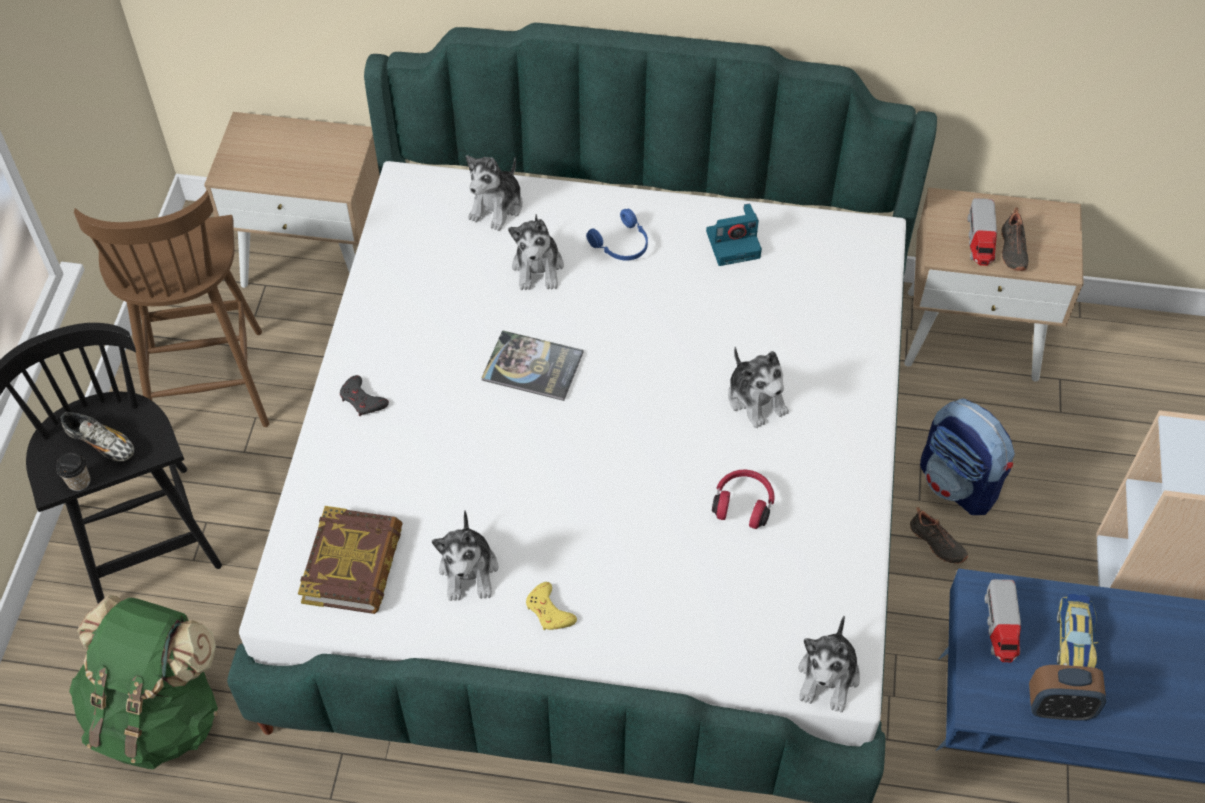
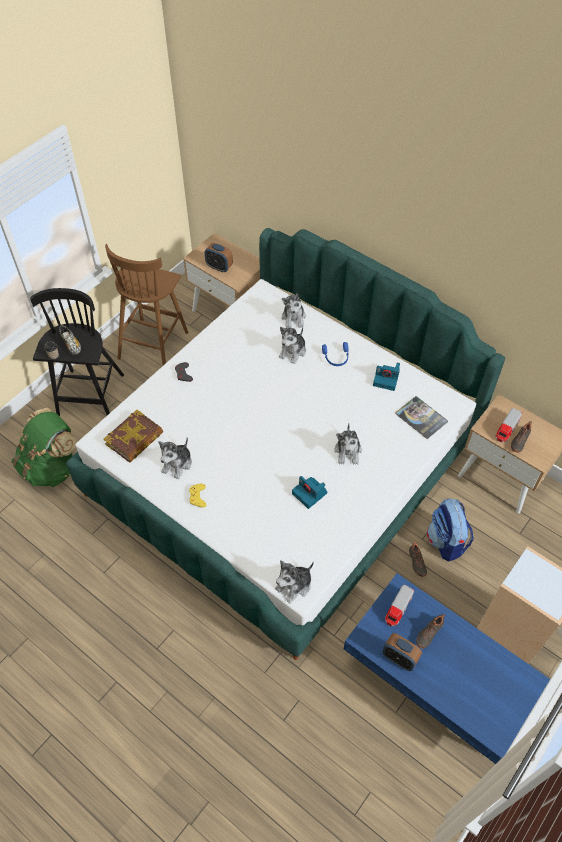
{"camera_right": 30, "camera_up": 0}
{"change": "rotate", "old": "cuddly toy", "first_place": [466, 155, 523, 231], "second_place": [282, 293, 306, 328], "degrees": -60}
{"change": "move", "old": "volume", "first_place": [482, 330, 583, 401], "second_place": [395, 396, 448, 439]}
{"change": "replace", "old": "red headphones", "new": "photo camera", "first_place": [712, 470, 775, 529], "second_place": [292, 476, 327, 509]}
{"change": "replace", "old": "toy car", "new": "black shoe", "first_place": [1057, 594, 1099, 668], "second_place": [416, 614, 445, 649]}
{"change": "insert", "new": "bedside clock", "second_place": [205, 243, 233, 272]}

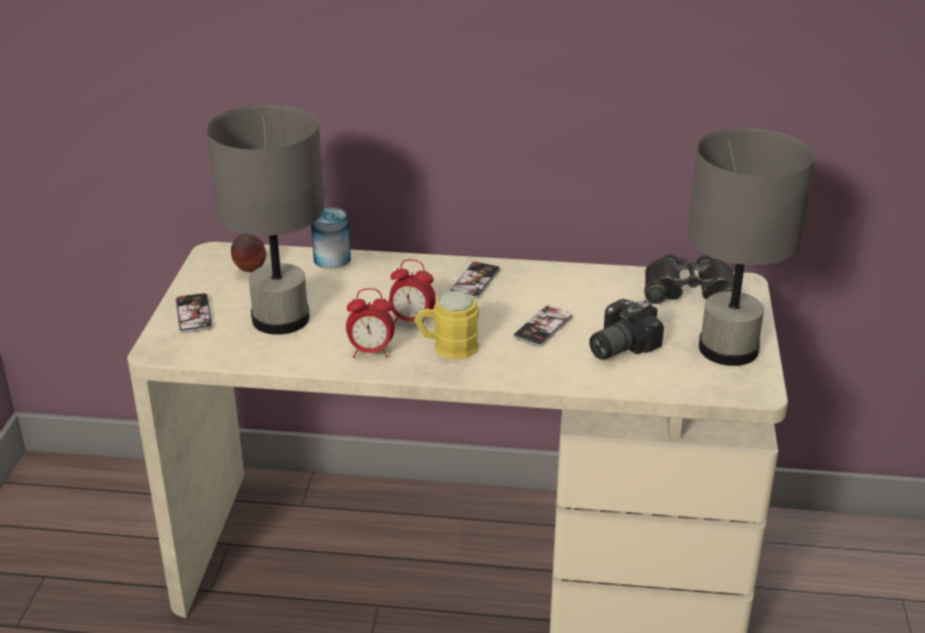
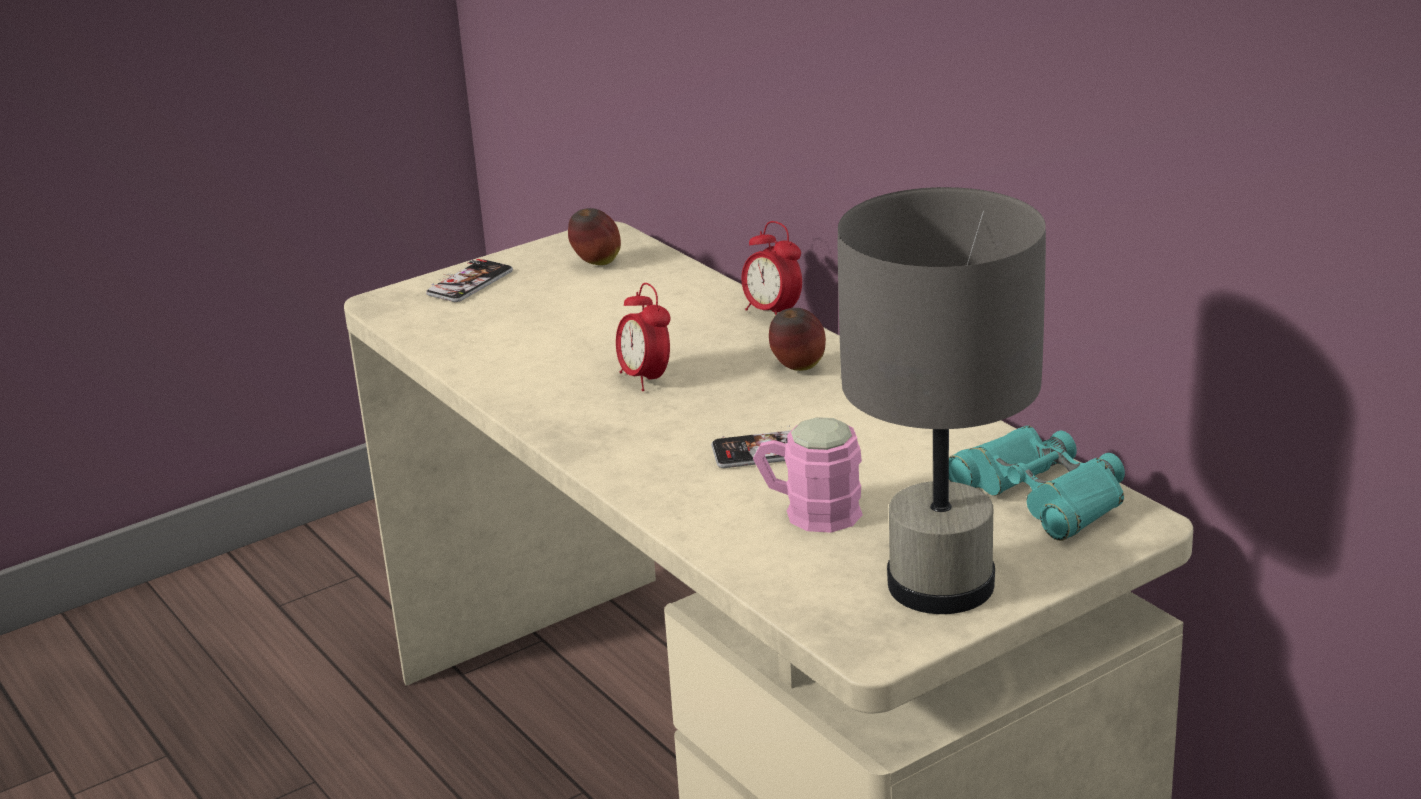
{"camera_right": 50, "camera_up": -5}
{"change": "delete", "old": "grey tabletop lamp", "first_place": [207, 104, 324, 335]}
{"change": "delete", "old": "can", "first_place": [311, 207, 351, 269]}
{"change": "move", "old": "bedside clock", "first_place": [346, 288, 395, 358], "second_place": [742, 221, 802, 316]}
{"change": "delete", "old": "yellow coffee mug", "first_place": [414, 290, 479, 360]}
{"change": "replace", "old": "telephone", "new": "apple", "first_place": [450, 262, 500, 298], "second_place": [769, 308, 826, 371]}
{"change": "replace", "old": "photo camera", "new": "pink coffee mug", "first_place": [589, 299, 664, 360], "second_place": [753, 417, 863, 533]}
{"change": "recolor", "old": "black binoculars", "new": "turquoise-coloured binoculars", "first_place": [644, 254, 734, 304], "second_place": [949, 425, 1125, 541]}

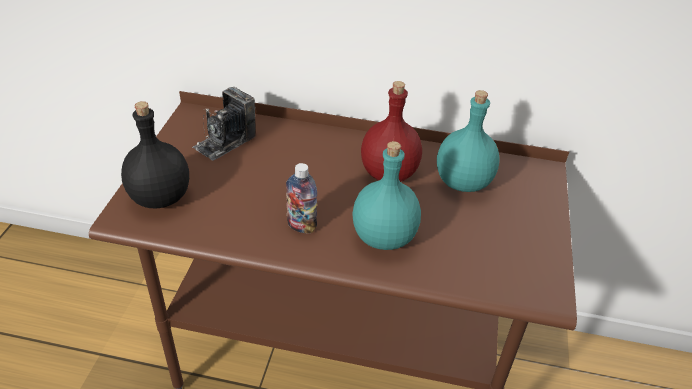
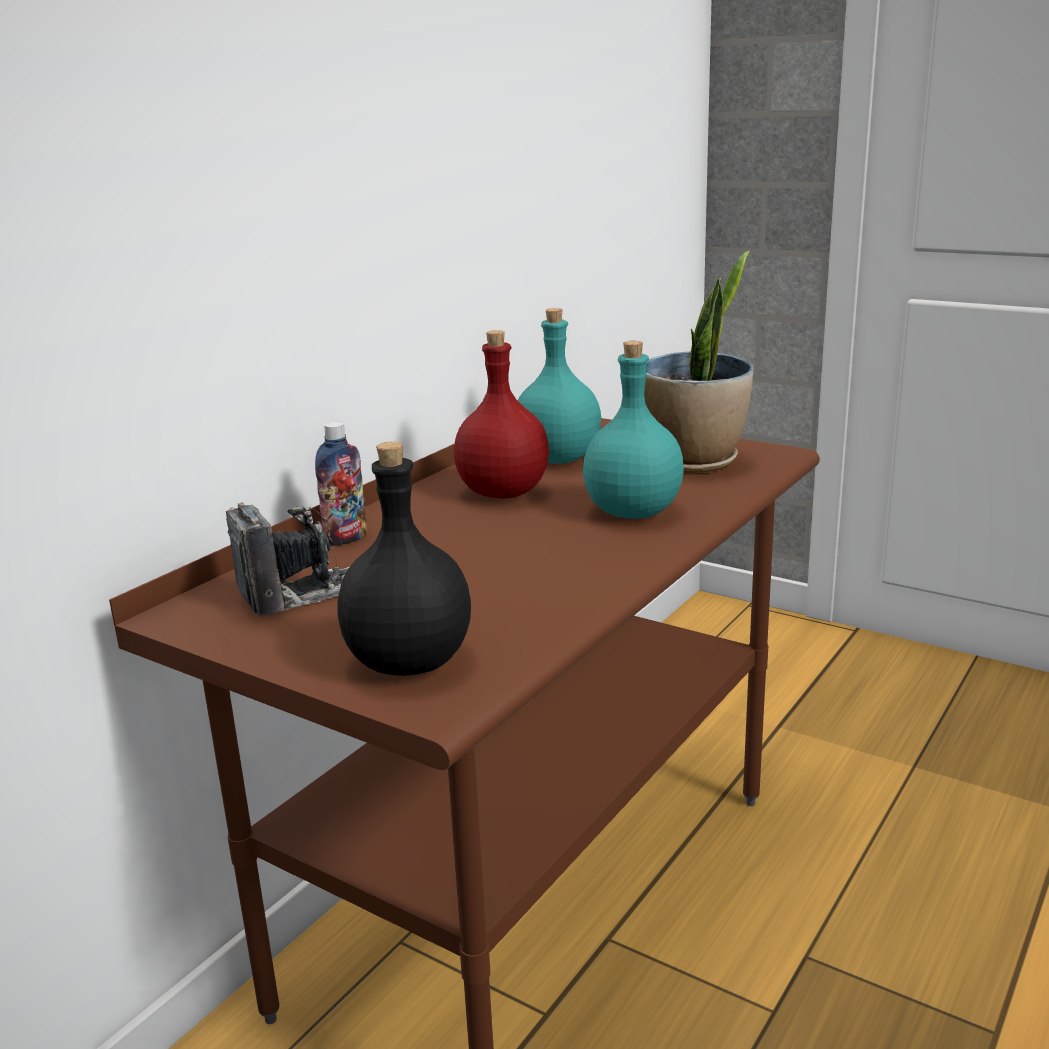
{"camera_right": -65, "camera_up": -20}
{"change": "rotate", "old": "photo camera", "first_place": [192, 87, 256, 161], "second_place": [226, 502, 350, 617], "degrees": -90}
{"change": "move", "old": "drink bottle", "first_place": [286, 163, 317, 233], "second_place": [315, 422, 367, 545]}
{"change": "insert", "new": "houseplant", "second_place": [644, 250, 753, 473]}

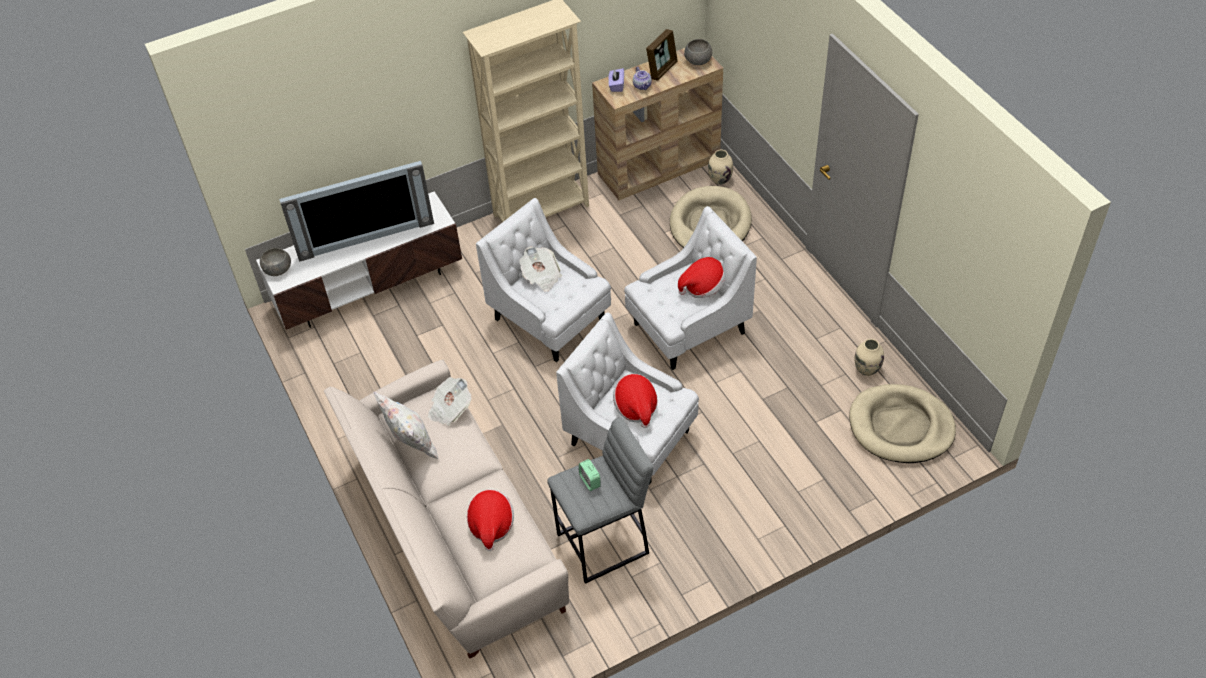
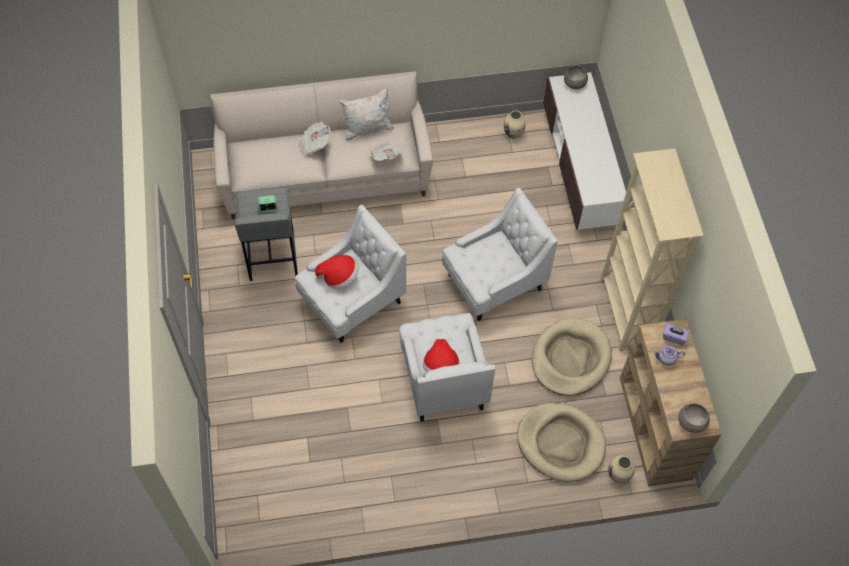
{"camera_right": 105, "camera_up": 10}
{"change": "delete", "old": "TV", "first_place": [279, 161, 434, 262]}
{"change": "delete", "old": "wearable hat", "first_place": [467, 489, 514, 551]}
{"change": "move", "old": "daily paper", "first_place": [519, 246, 562, 292], "second_place": [296, 122, 331, 155]}
{"change": "delete", "old": "standing frame", "first_place": [646, 29, 678, 81]}
{"change": "move", "old": "beige pet bed", "first_place": [849, 384, 956, 463], "second_place": [532, 318, 612, 396]}
{"change": "move", "old": "beige vase", "first_place": [855, 339, 884, 376], "second_place": [504, 111, 526, 139]}

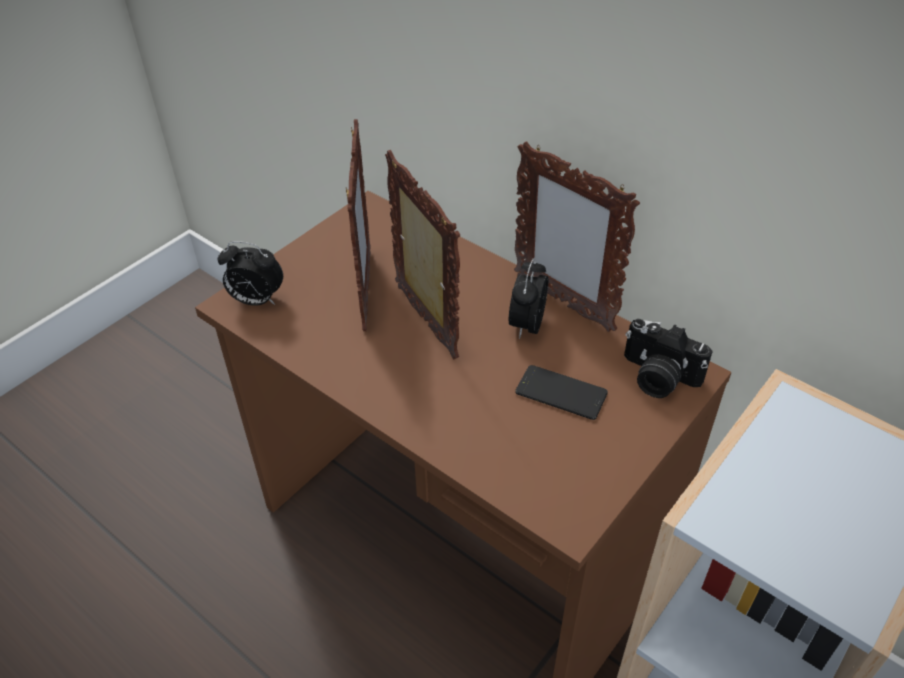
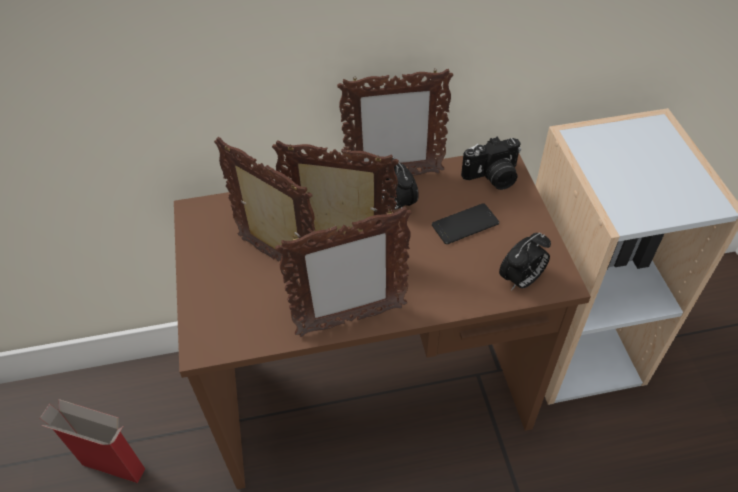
{"camera_right": -50, "camera_up": 5}
{"change": "move", "old": "bedside clock", "first_place": [218, 241, 283, 306], "second_place": [499, 233, 551, 291]}
{"change": "insert", "new": "cardboard box", "second_place": [40, 399, 145, 483]}
{"change": "insert", "new": "standing frame", "second_place": [275, 207, 412, 337]}

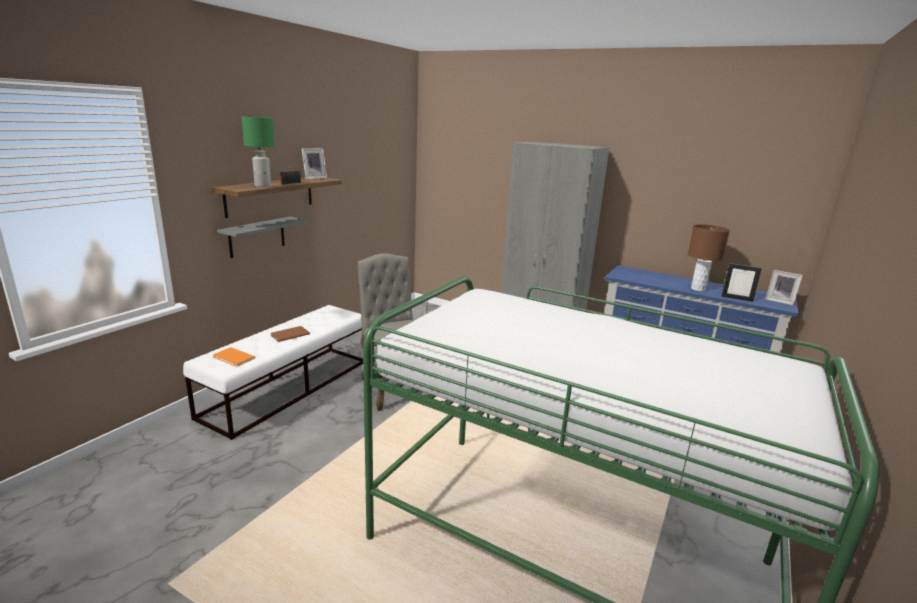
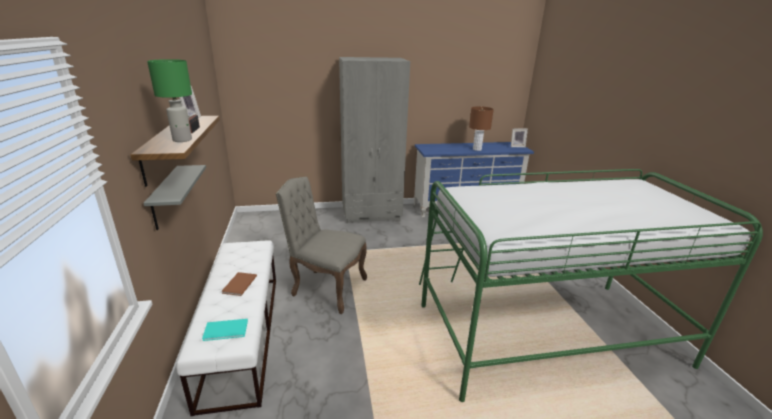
{"camera_right": -40, "camera_up": 5}
{"change": "recolor", "old": "orange-coloured volume", "new": "turquoise-coloured volume", "first_place": [213, 347, 256, 367], "second_place": [202, 319, 248, 341]}
{"change": "delete", "old": "standing frame", "first_place": [721, 263, 762, 302]}

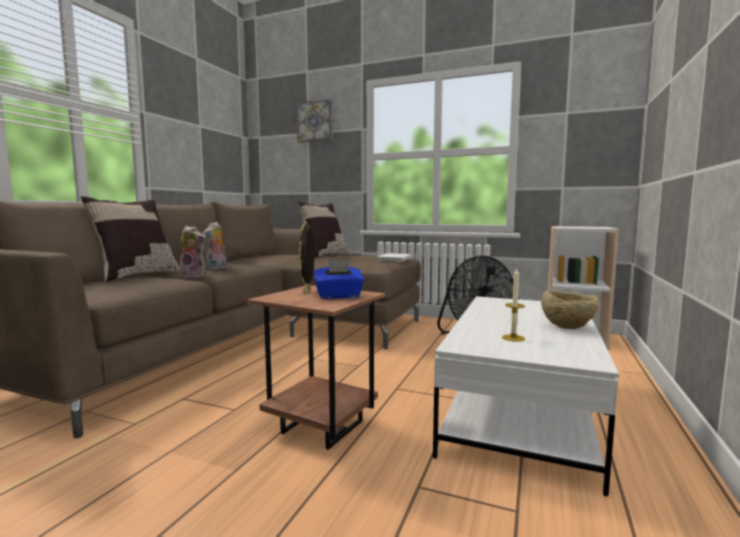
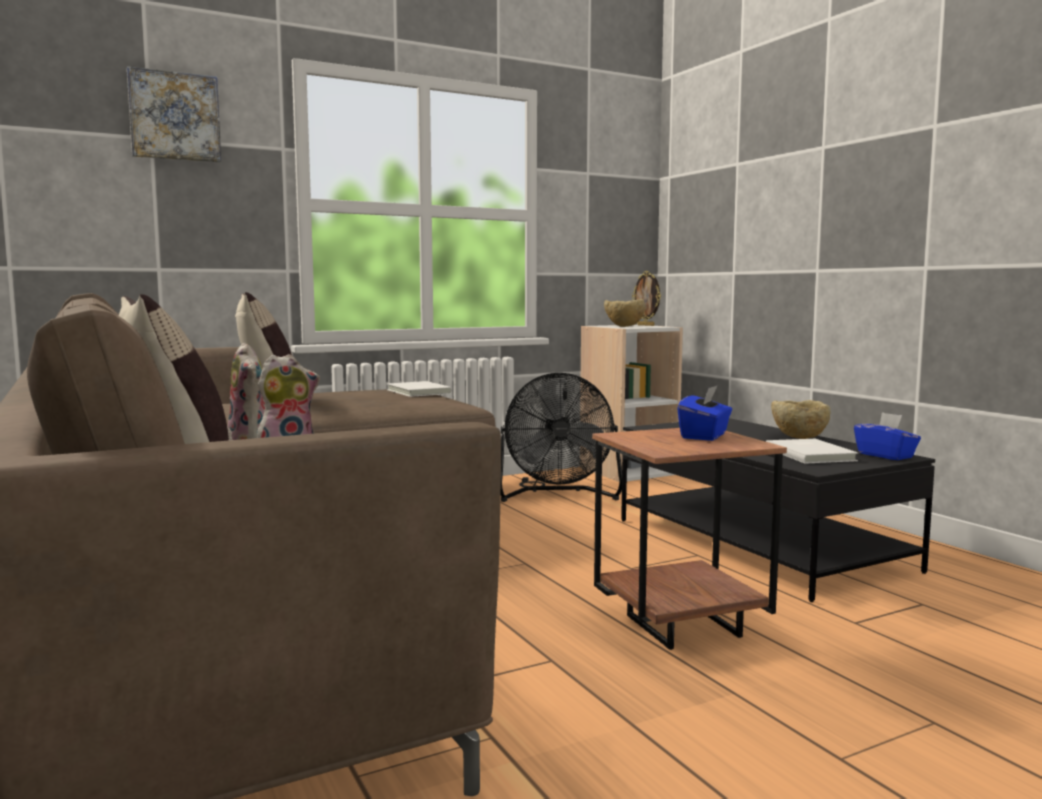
{"camera_right": -50, "camera_up": 0}
{"change": "move", "old": "standing frame", "first_place": [299, 221, 314, 294], "second_place": [632, 271, 661, 326]}
{"change": "recolor", "old": "whitish coffee table", "new": "black coffee table", "first_place": [433, 296, 619, 497], "second_place": [621, 418, 935, 602]}
{"change": "replace", "old": "candle", "new": "whitish volume", "first_place": [502, 269, 525, 342], "second_place": [766, 439, 858, 464]}
{"change": "insert", "new": "beige deep dish", "second_place": [604, 299, 646, 327]}
{"change": "insert", "new": "blue-coloured tissue holder", "second_place": [854, 412, 921, 460]}

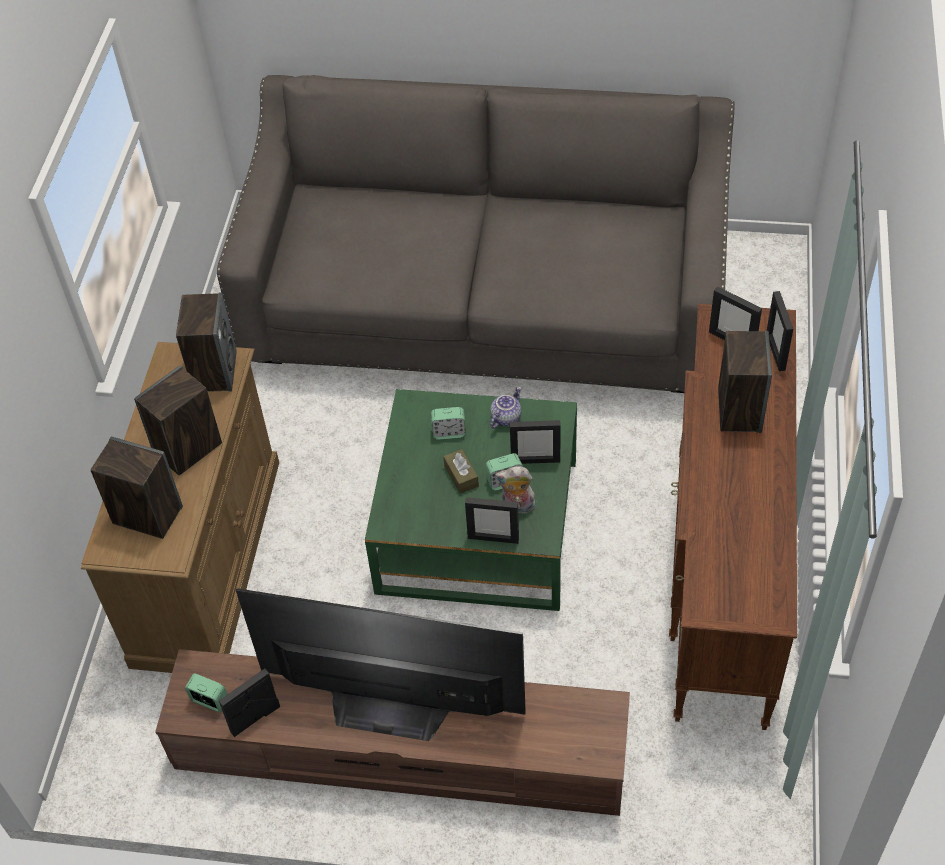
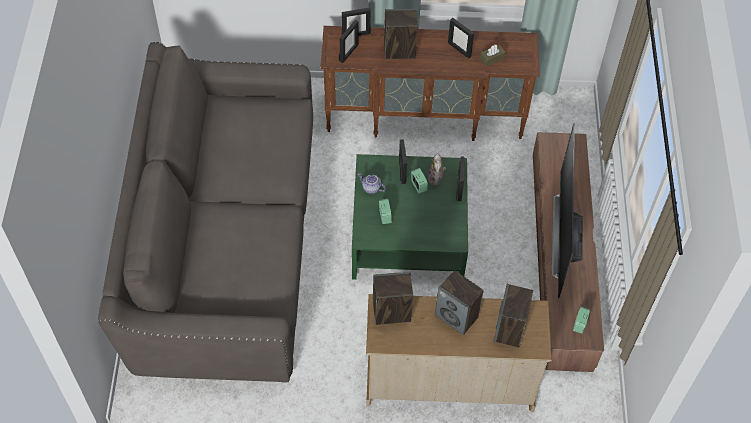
{"camera_right": -100, "camera_up": 5}
{"change": "move", "old": "standing frame", "first_place": [219, 668, 280, 737], "second_place": [448, 18, 474, 59]}
{"change": "move", "old": "brown tissue holder", "first_place": [443, 449, 479, 494], "second_place": [480, 45, 506, 67]}

